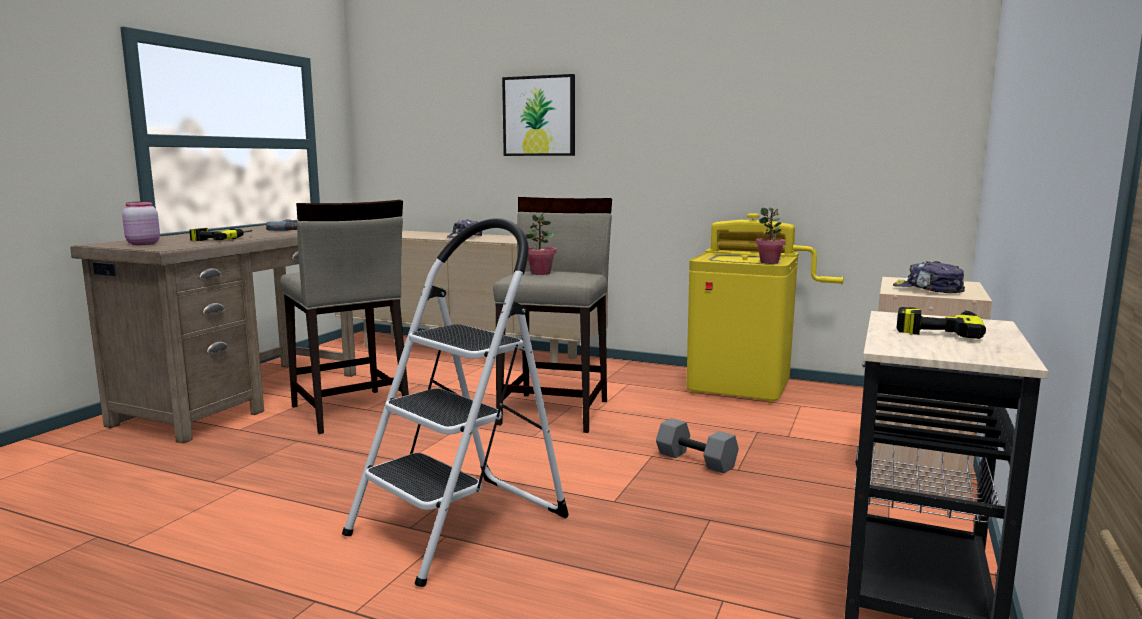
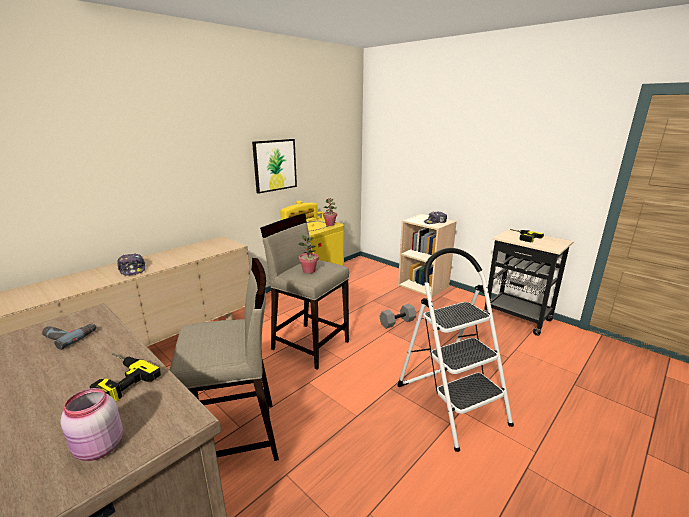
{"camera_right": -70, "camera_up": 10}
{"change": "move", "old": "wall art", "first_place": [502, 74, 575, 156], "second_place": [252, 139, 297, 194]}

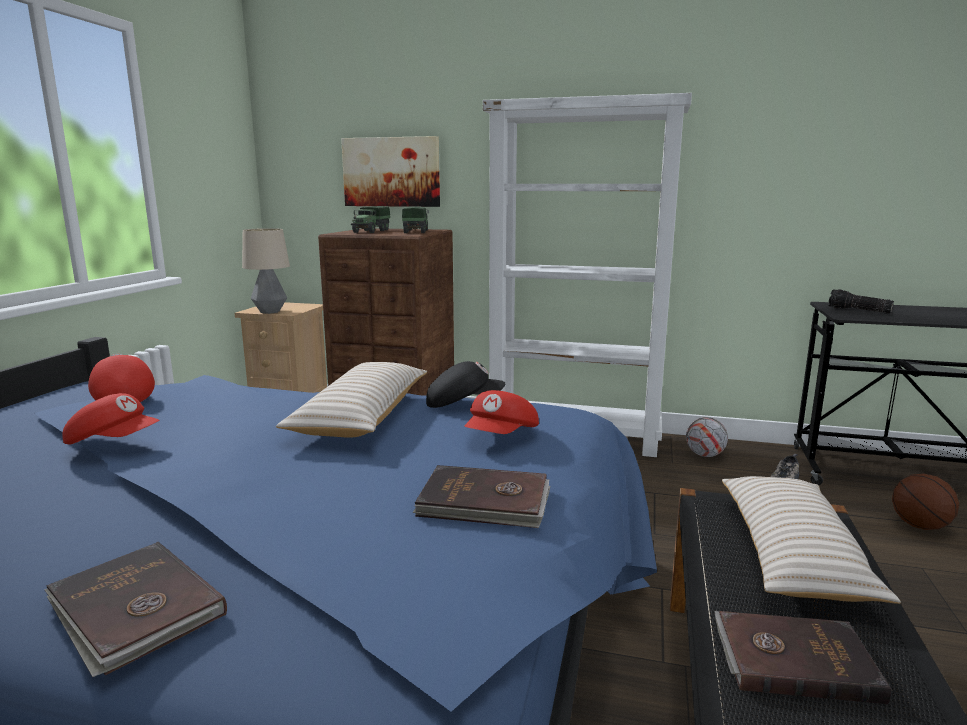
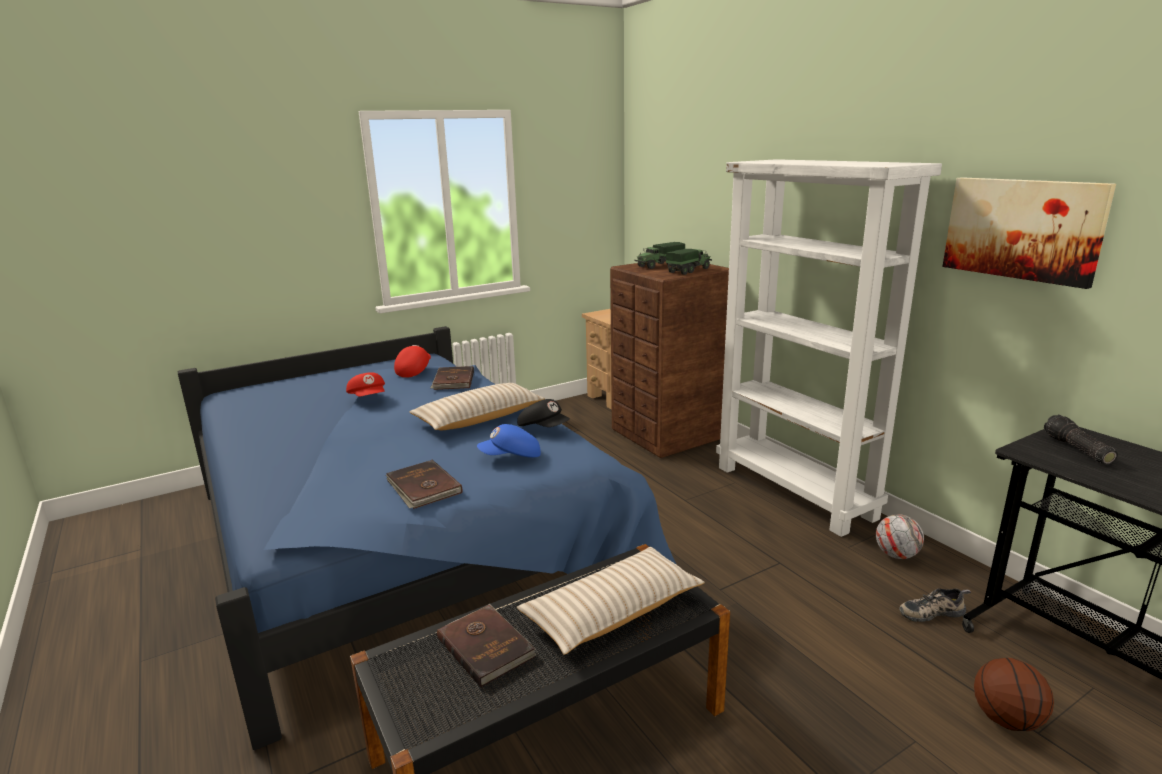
{"camera_right": 45, "camera_up": 5}
{"change": "move", "old": "brown volume", "first_place": [44, 542, 227, 677], "second_place": [430, 366, 474, 390]}
{"change": "delete", "old": "tabletop lamp", "first_place": [242, 228, 290, 314]}
{"change": "move", "old": "wall art", "first_place": [341, 136, 440, 207], "second_place": [942, 177, 1116, 289]}
{"change": "recolor", "old": "red cap", "new": "blue-coloured cap", "first_place": [464, 390, 539, 434], "second_place": [477, 424, 541, 458]}

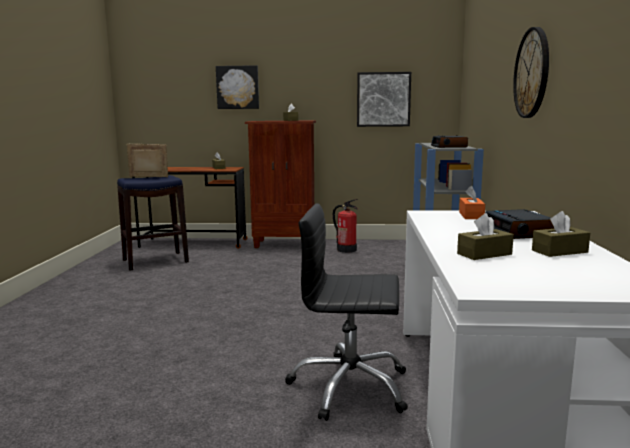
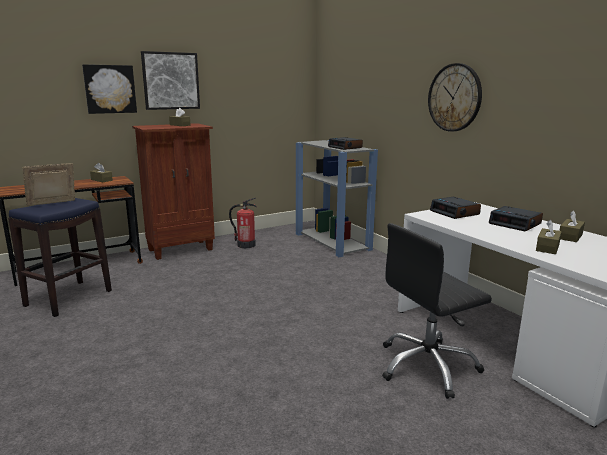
{"camera_right": -35, "camera_up": 5}
{"change": "move", "old": "wall art", "first_place": [357, 72, 411, 127], "second_place": [141, 51, 200, 110]}
{"change": "replace", "old": "orange-coloured tissue holder", "new": "bedside clock", "first_place": [459, 186, 485, 219], "second_place": [430, 197, 481, 219]}

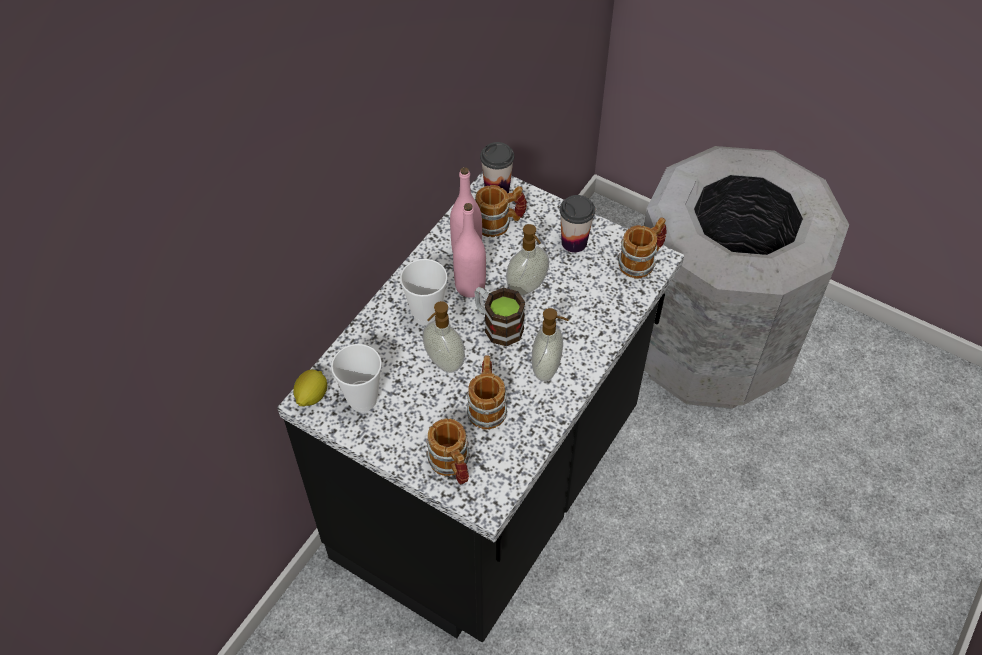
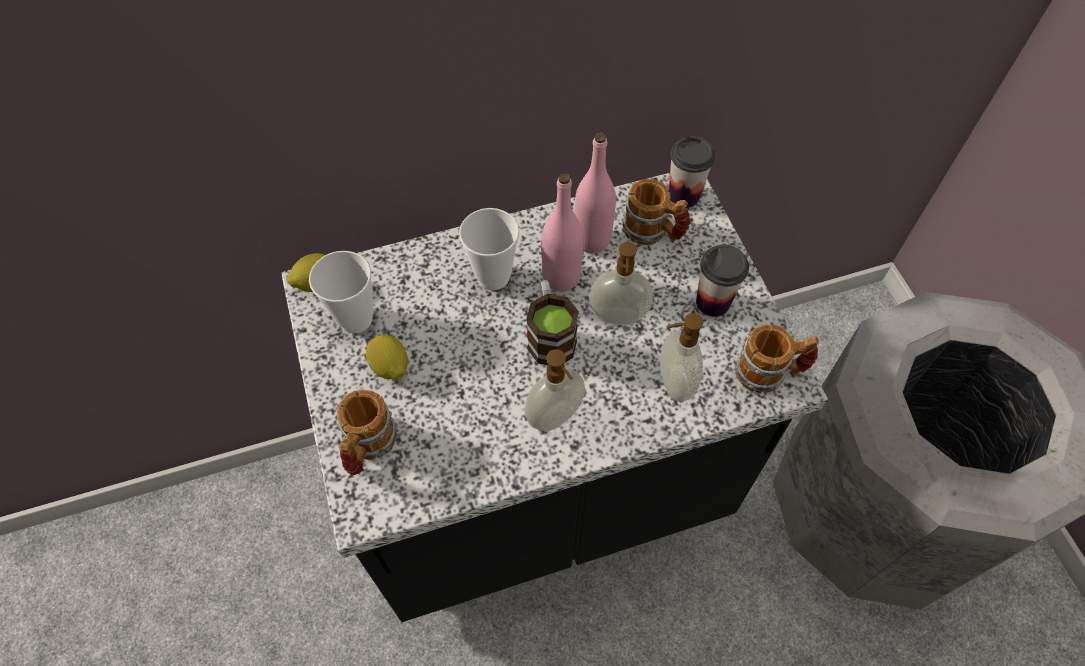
{"camera_right": 40, "camera_up": 5}
{"change": "move", "old": "liquid soap bottle", "first_place": [423, 301, 465, 373], "second_place": [660, 313, 703, 401]}
{"change": "delete", "old": "coffee mug", "first_place": [467, 355, 507, 430]}
{"change": "insert", "new": "lemon", "second_place": [366, 335, 408, 380]}

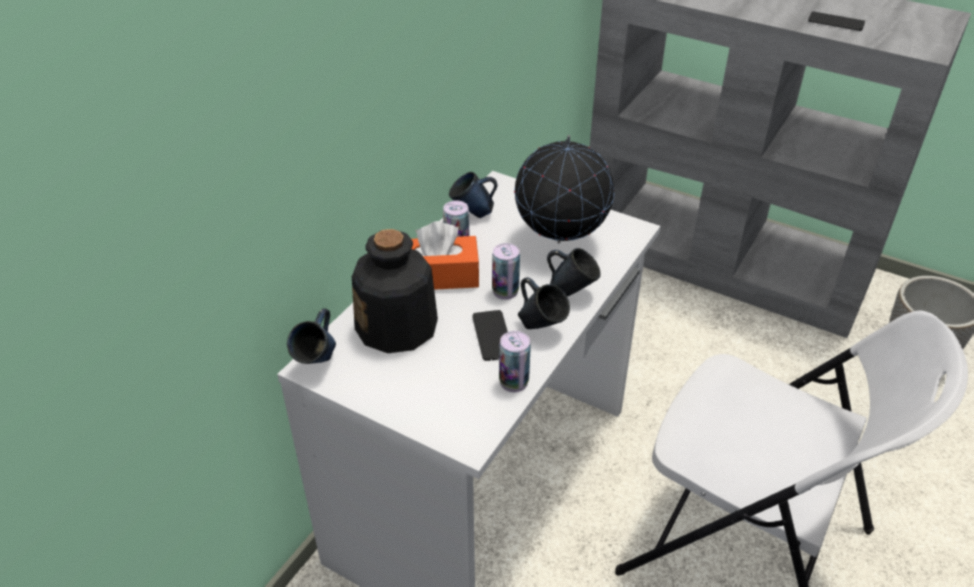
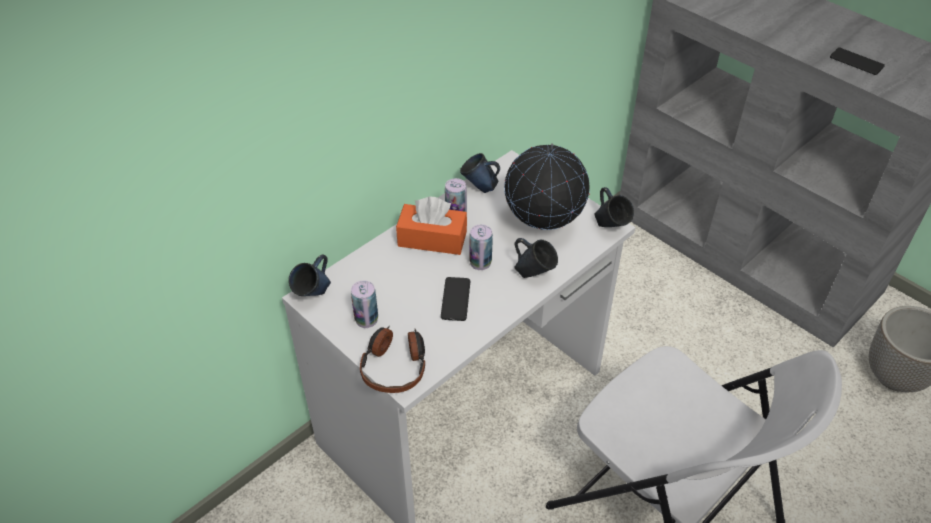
{"camera_right": 15, "camera_up": 5}
{"change": "delete", "old": "drink bottle", "first_place": [352, 229, 438, 353]}
{"change": "move", "old": "can", "first_place": [499, 331, 531, 393], "second_place": [351, 281, 378, 328]}
{"change": "move", "old": "blue-coloured coffee mug", "first_place": [518, 277, 570, 329], "second_place": [595, 187, 634, 227]}
{"change": "insert", "new": "headphones", "second_place": [360, 325, 425, 393]}

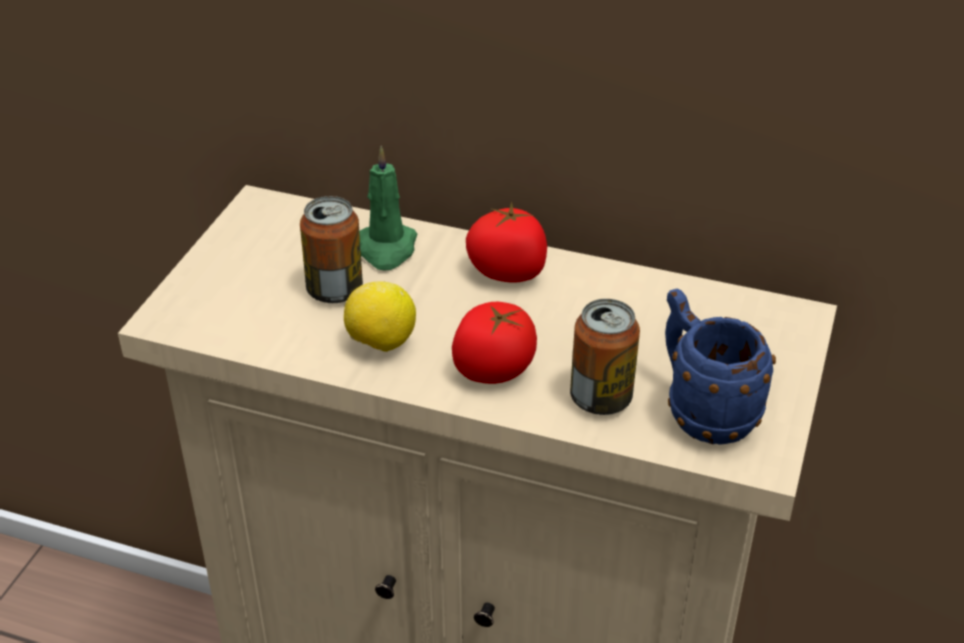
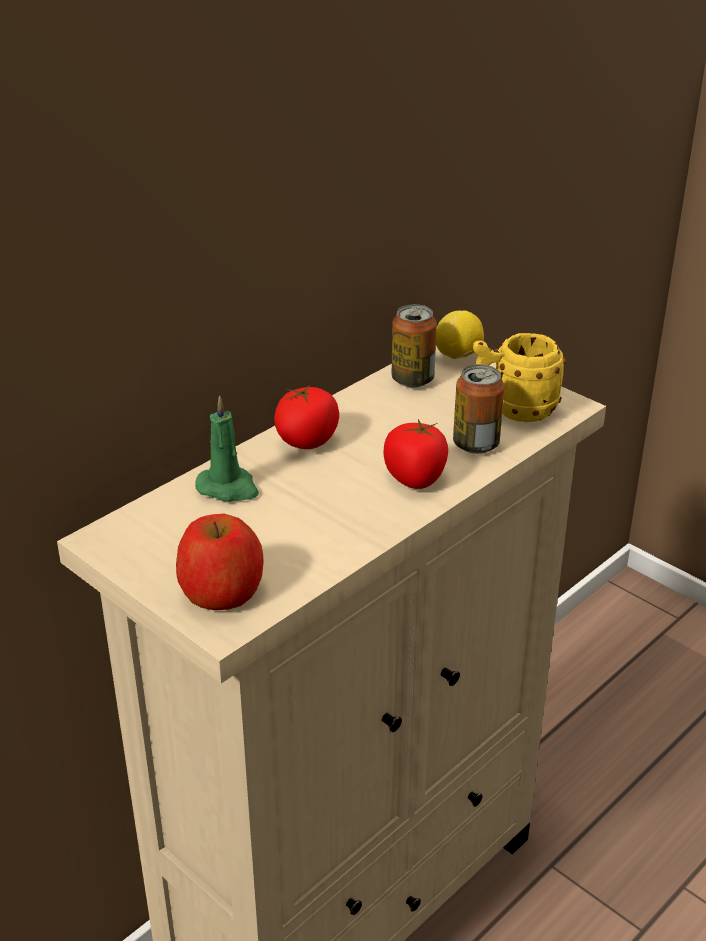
{"camera_right": -65, "camera_up": -5}
{"change": "move", "old": "can", "first_place": [300, 196, 363, 303], "second_place": [392, 304, 437, 387]}
{"change": "move", "old": "lemon", "first_place": [344, 281, 416, 352], "second_place": [436, 310, 484, 359]}
{"change": "recolor", "old": "blue-coloured coffee mug", "new": "yellow coffee mug", "first_place": [665, 289, 776, 444], "second_place": [473, 333, 566, 422]}
{"change": "insert", "new": "apple", "second_place": [176, 514, 264, 610]}

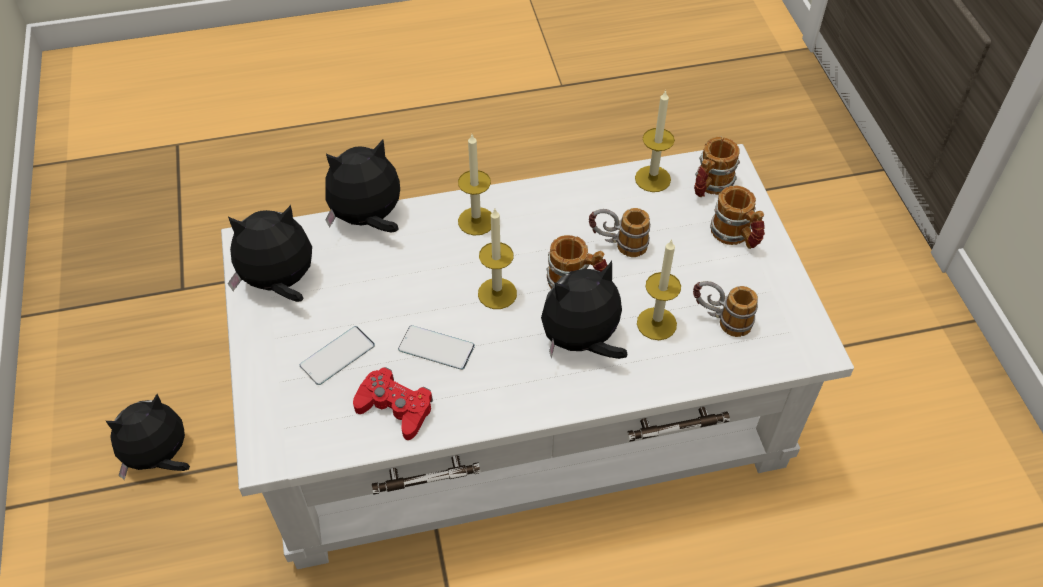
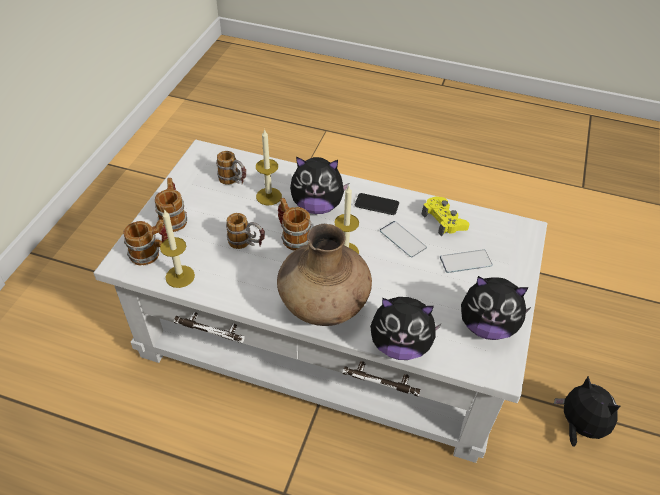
{"camera_right": -150, "camera_up": -5}
{"change": "rotate", "old": "cuddly toy", "first_place": [106, 394, 190, 480], "second_place": [554, 376, 621, 446], "degrees": -120}
{"change": "recolor", "old": "red gamepad", "new": "yellow gamepad", "first_place": [353, 367, 433, 440], "second_place": [422, 196, 469, 236]}
{"change": "replace", "old": "candle", "new": "brown vase", "first_place": [458, 134, 491, 236], "second_place": [277, 224, 372, 326]}
{"change": "insert", "new": "telephone", "second_place": [355, 193, 399, 215]}

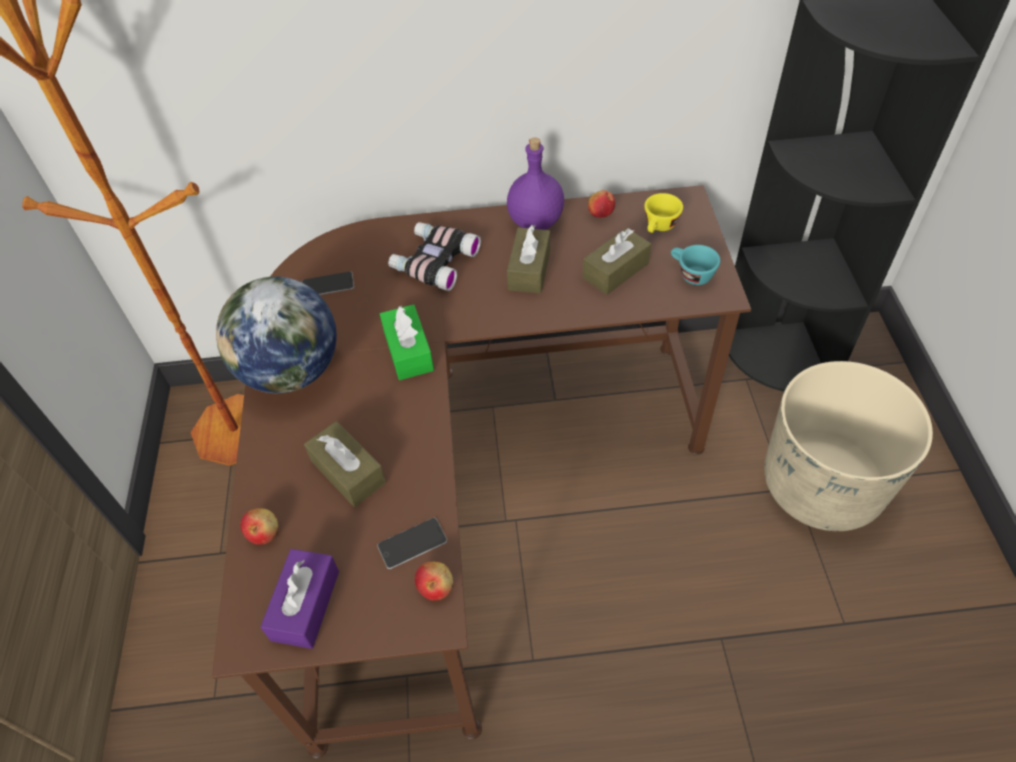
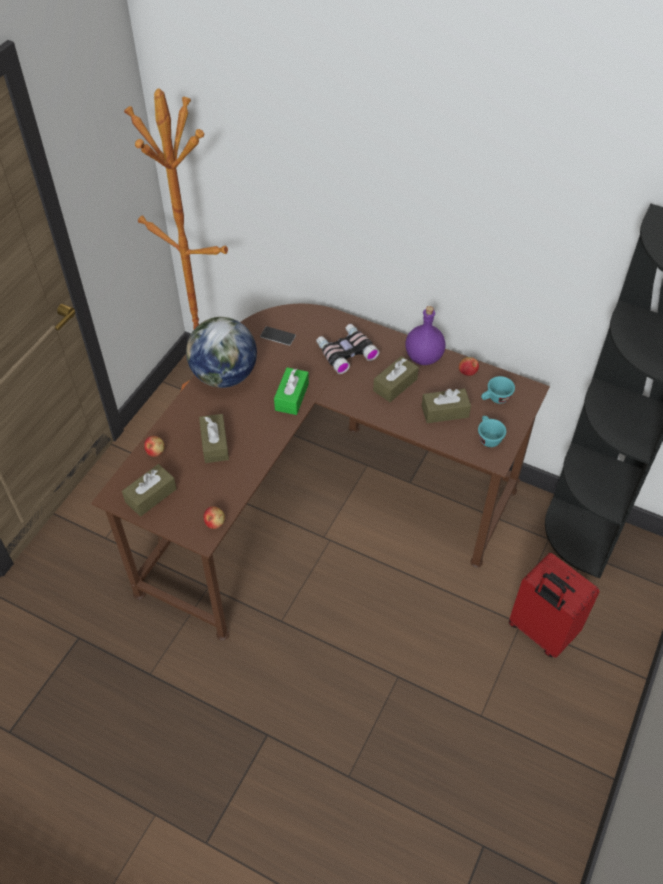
{"camera_right": 30, "camera_up": 0}
{"change": "recolor", "old": "purple tissue holder", "new": "brown tissue holder", "first_place": [260, 549, 339, 649], "second_place": [122, 464, 177, 517]}
{"change": "delete", "old": "telephone", "first_place": [377, 518, 447, 569]}
{"change": "recolor", "old": "yellow drinking cup", "new": "turquoise-coloured drinking cup", "first_place": [644, 193, 683, 233], "second_place": [481, 376, 515, 404]}
{"change": "replace", "old": "beige plant pot", "new": "red suitcase", "first_place": [764, 361, 933, 531], "second_place": [509, 553, 600, 658]}

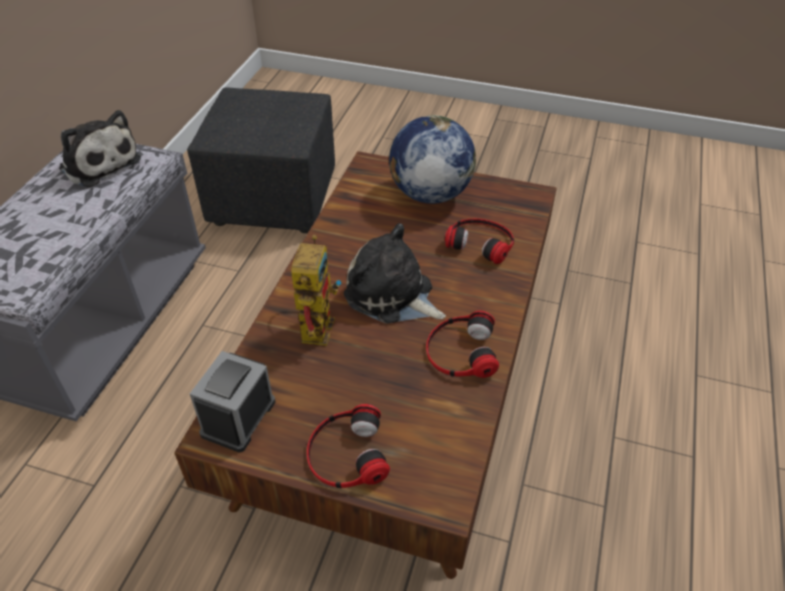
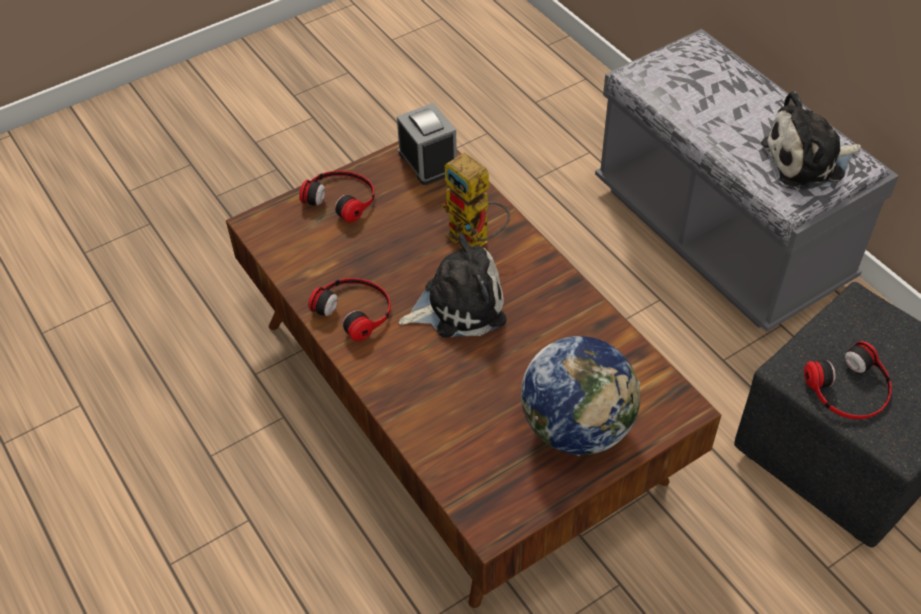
{"camera_right": 130, "camera_up": 5}
{"change": "move", "old": "headphones", "first_place": [445, 219, 514, 264], "second_place": [804, 341, 892, 419]}

